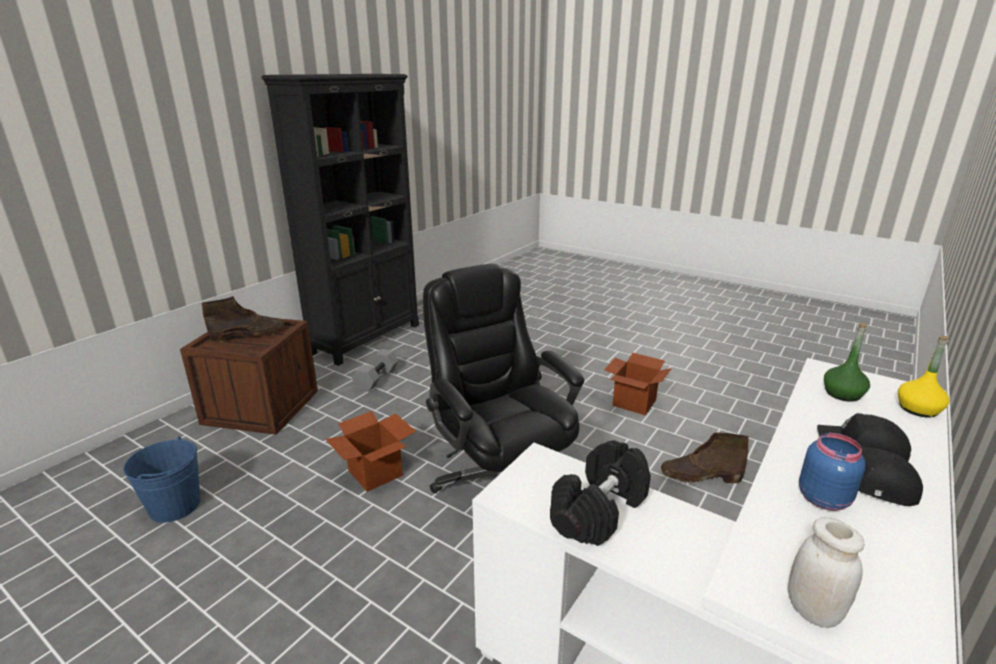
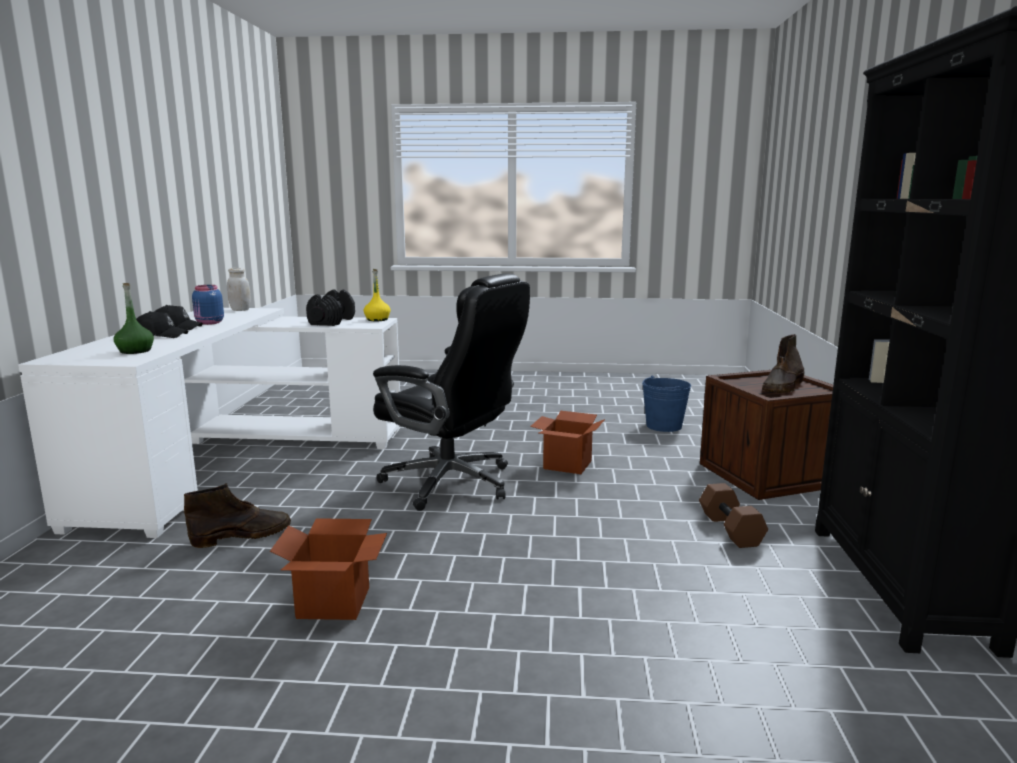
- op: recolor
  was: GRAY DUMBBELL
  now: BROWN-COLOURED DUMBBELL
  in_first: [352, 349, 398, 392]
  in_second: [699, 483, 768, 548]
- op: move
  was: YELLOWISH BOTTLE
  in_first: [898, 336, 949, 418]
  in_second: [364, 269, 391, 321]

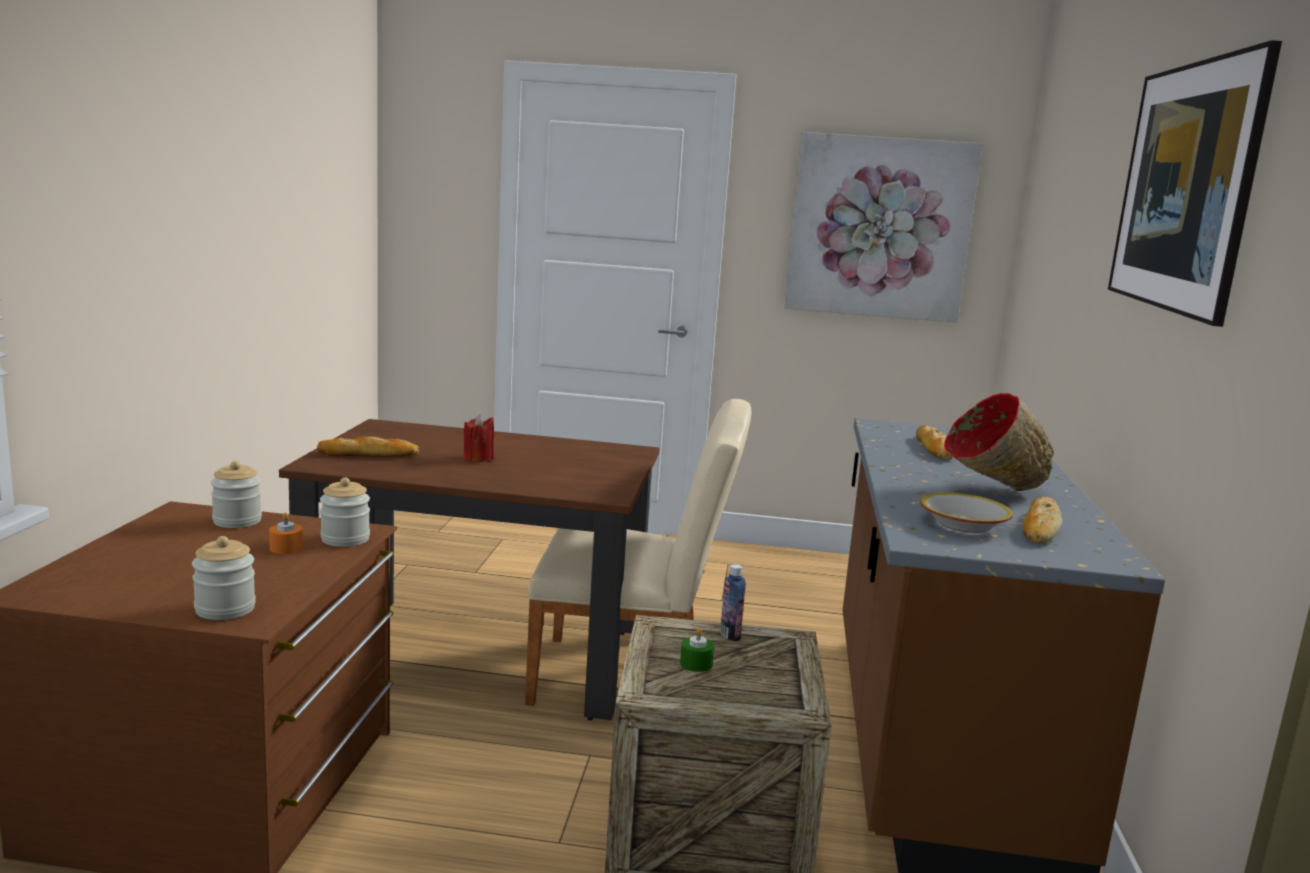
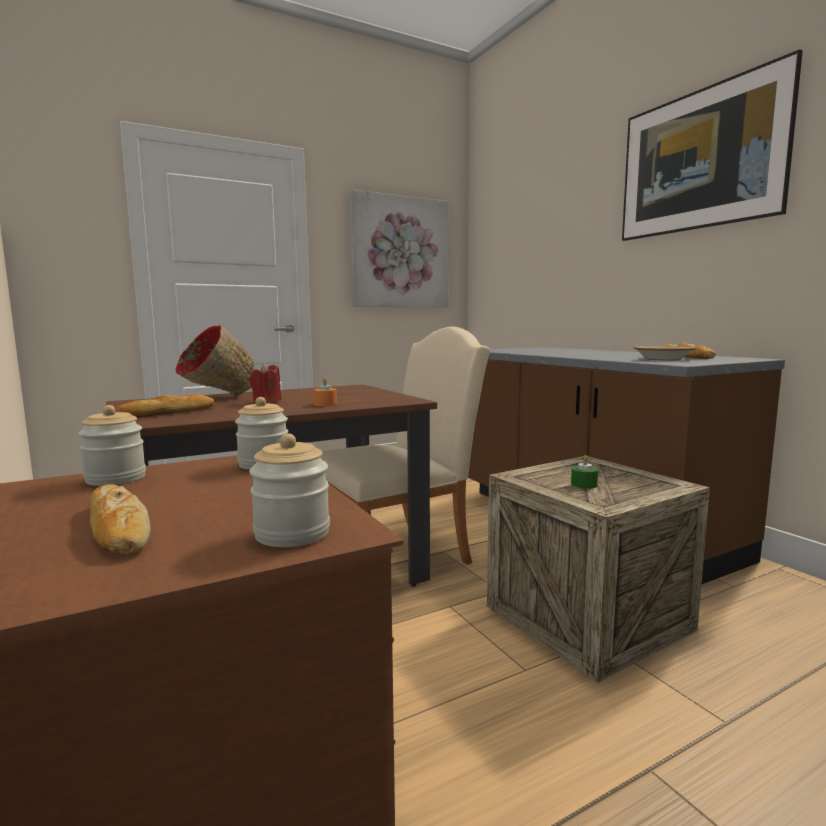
- op: move
  was: ORANGE CANDLE
  in_first: [269, 513, 303, 554]
  in_second: [314, 377, 337, 406]
- op: delete
  was: BOTTLE
  in_first: [720, 564, 746, 641]
- op: move
  was: BREAD
  in_first: [916, 425, 953, 460]
  in_second: [88, 484, 151, 555]
- op: move
  was: REDDISH SERVING BOWL
  in_first: [944, 393, 1054, 491]
  in_second: [175, 325, 254, 396]

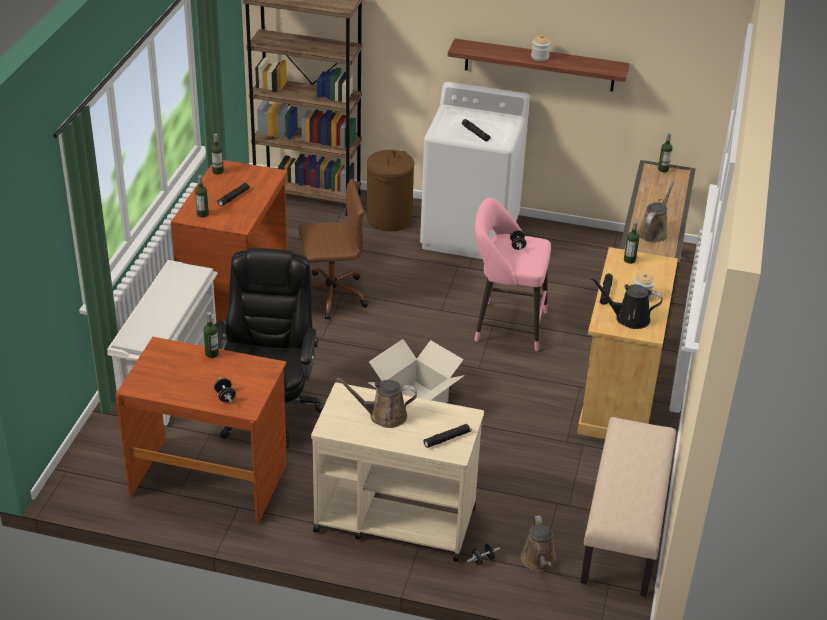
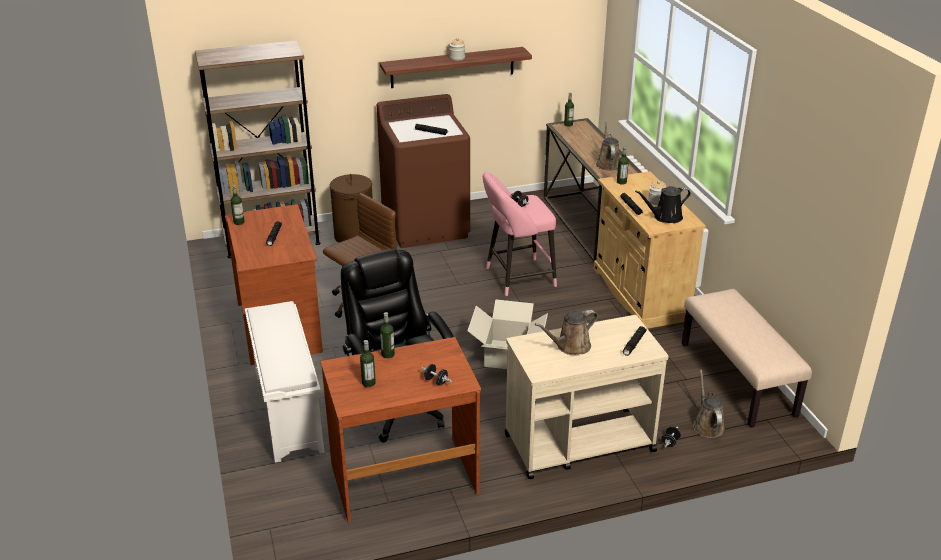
- op: move
  was: BOTTLE
  in_first: [195, 175, 209, 217]
  in_second: [360, 340, 376, 387]
- op: recolor
  was: WHITISH WASHING MACHINE
  now: BROWN-COLOURED WASHING MACHINE
  in_first: [420, 82, 530, 259]
  in_second: [377, 94, 470, 248]
- op: rotate
  was: BROWN-COLOURED WATERING POT
  in_first: [521, 515, 556, 571]
  in_second: [693, 370, 724, 438]
  clockwise: -150

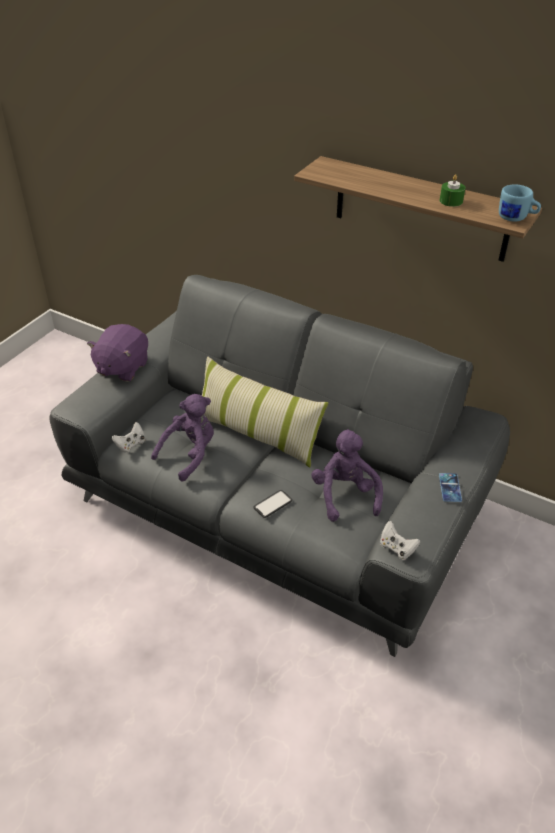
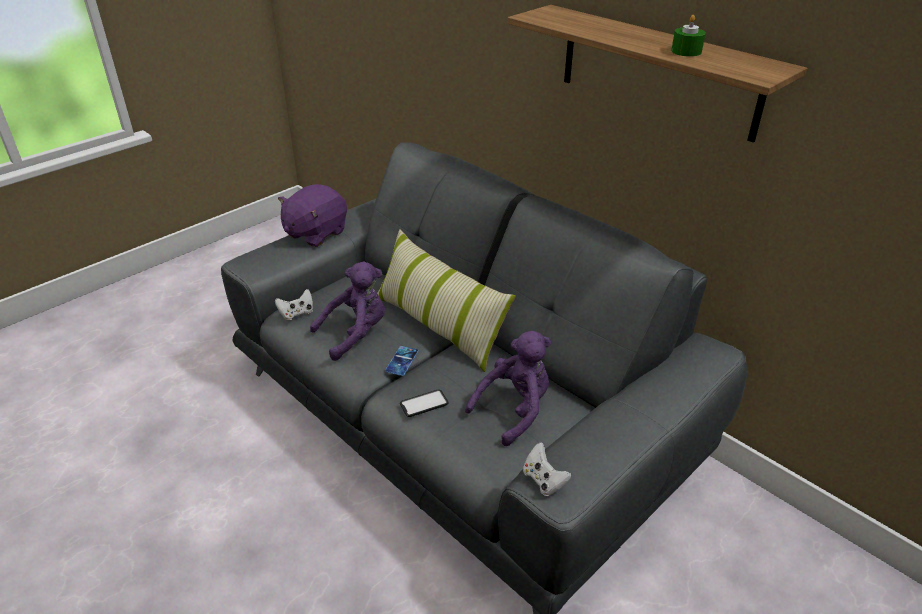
- op: rotate
  was: PURPLE PLUSH TOY
  in_first: [311, 429, 383, 522]
  in_second: [465, 331, 551, 446]
  clockwise: 45
- op: move
  was: PHONE
  in_first: [439, 473, 462, 502]
  in_second: [385, 346, 418, 376]
- op: delete
  was: BLUE-COLOURED COFFEE MUG
  in_first: [499, 184, 541, 222]

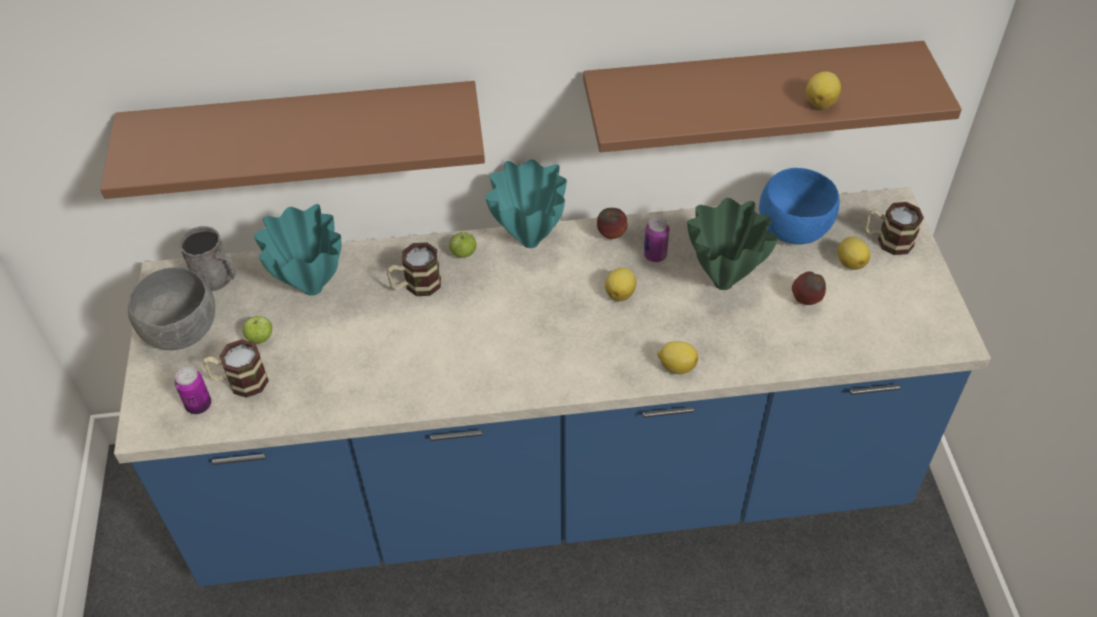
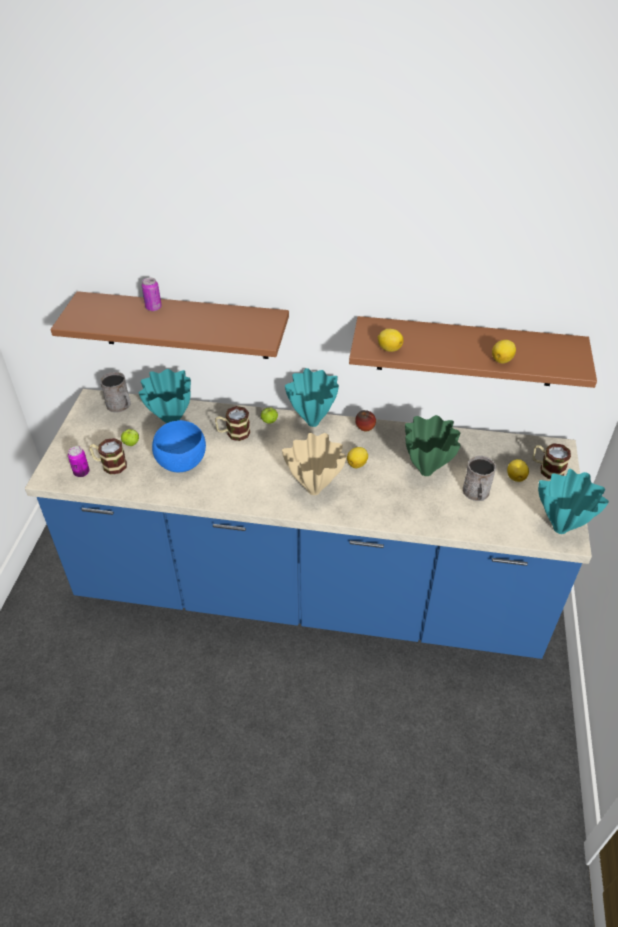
- op: delete
  was: GRAY SERVING BOWL
  in_first: [128, 267, 215, 350]
- op: move
  was: CAN
  in_first: [644, 218, 669, 262]
  in_second: [142, 278, 162, 311]
- op: move
  was: WHOLE LEMON
  in_first: [657, 341, 698, 374]
  in_second: [378, 329, 403, 352]
- op: move
  was: BLUE-COLOURED SERVING BOWL
  in_first: [759, 168, 840, 245]
  in_second: [152, 420, 206, 472]
- op: replace
  was: WHOLE APPLE
  now: GRAY COFFEE MUG
  in_first: [792, 271, 826, 305]
  in_second: [462, 456, 496, 501]
- op: insert
  now: BEIGE-COLOURED VASE
  in_second: [282, 433, 347, 495]
- op: insert
  now: TURQUOISE VASE
  in_second: [538, 469, 609, 534]

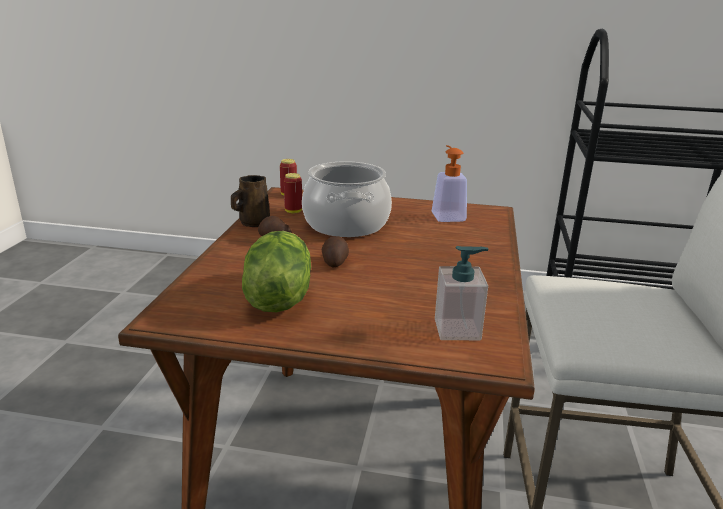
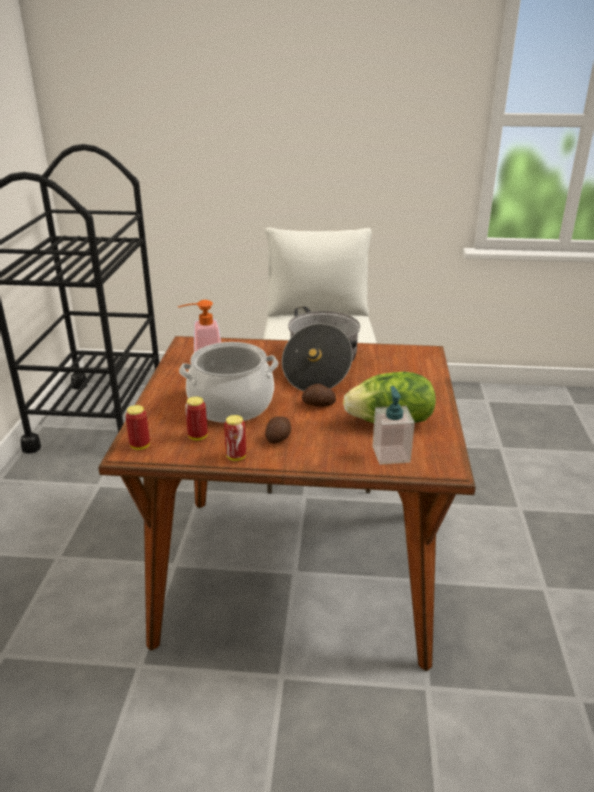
- op: replace
  was: BROWN-COLOURED COFFEE MUG
  now: CAN
  in_first: [231, 175, 270, 227]
  in_second: [224, 415, 246, 461]
- op: move
  was: SOAP DISPENSER
  in_first: [435, 246, 489, 340]
  in_second: [373, 386, 415, 465]
- op: insert
  now: STOCKPOT
  in_second: [282, 306, 360, 391]

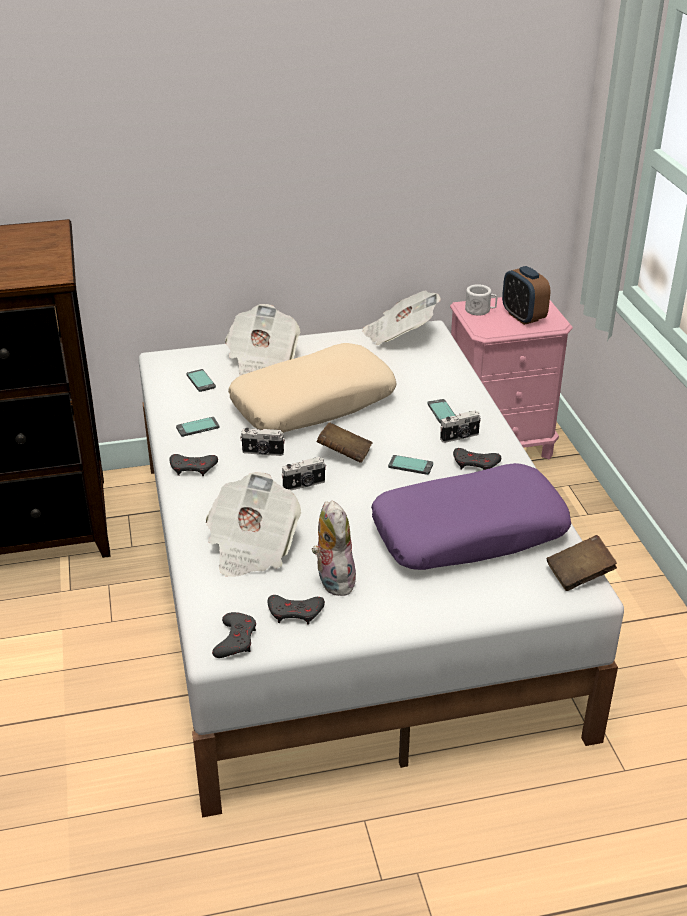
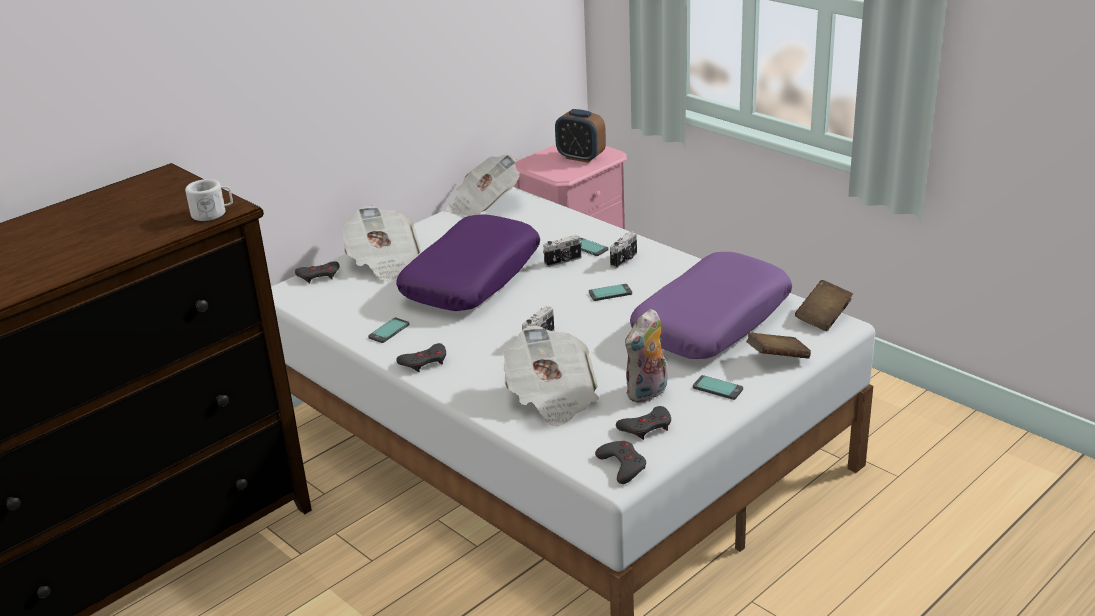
- op: move
  was: PHONE
  in_first: [186, 369, 216, 392]
  in_second: [693, 375, 743, 400]
- op: recolor
  was: BEIGE-COLOURED CUSHION
  now: PURPLE CUSHION
  in_first: [228, 343, 396, 433]
  in_second: [396, 214, 540, 311]
- op: move
  was: PHOTO CAMERA
  in_first: [240, 428, 285, 456]
  in_second: [543, 235, 582, 267]
- op: rotate
  was: PLUSH TOY
  in_first: [312, 500, 358, 596]
  in_second: [625, 309, 667, 403]
  clockwise: -90
- op: move
  was: BROWN-COLOURED BOOK
  in_first: [316, 422, 372, 463]
  in_second: [746, 332, 811, 359]
- op: move
  was: GRAY GAMEPAD
  in_first: [453, 448, 501, 470]
  in_second: [295, 262, 339, 283]
- op: move
  was: WHITISH COFFEE MUG
  in_first: [465, 284, 497, 316]
  in_second: [185, 179, 233, 221]

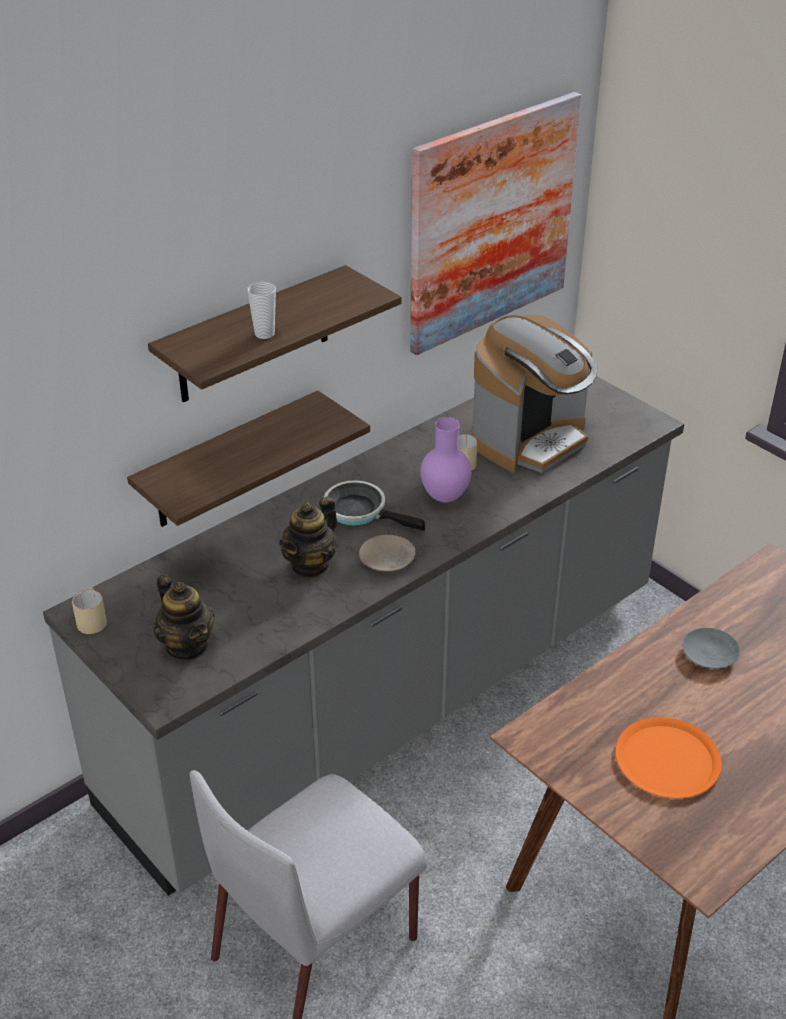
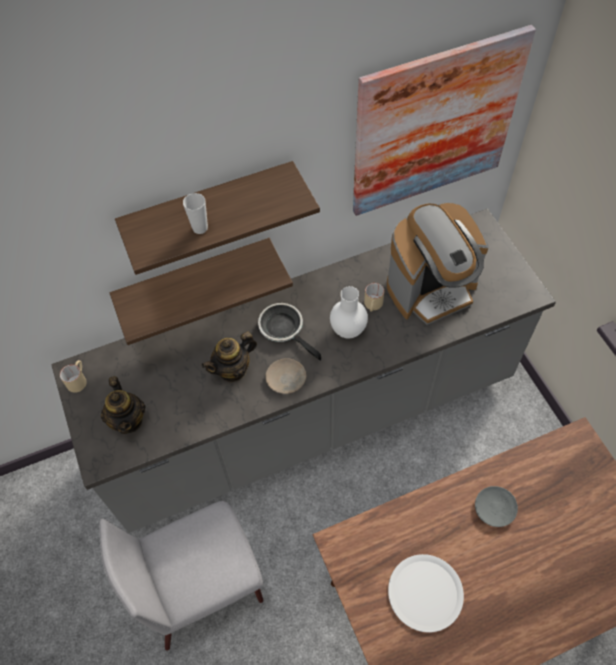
- op: recolor
  was: PURPLE VASE
  now: WHITISH VASE
  in_first: [420, 417, 472, 502]
  in_second: [330, 286, 368, 339]
- op: recolor
  was: ORANGE DINNER PLATE
  now: WHITISH DINNER PLATE
  in_first: [615, 717, 722, 799]
  in_second: [388, 554, 464, 632]

